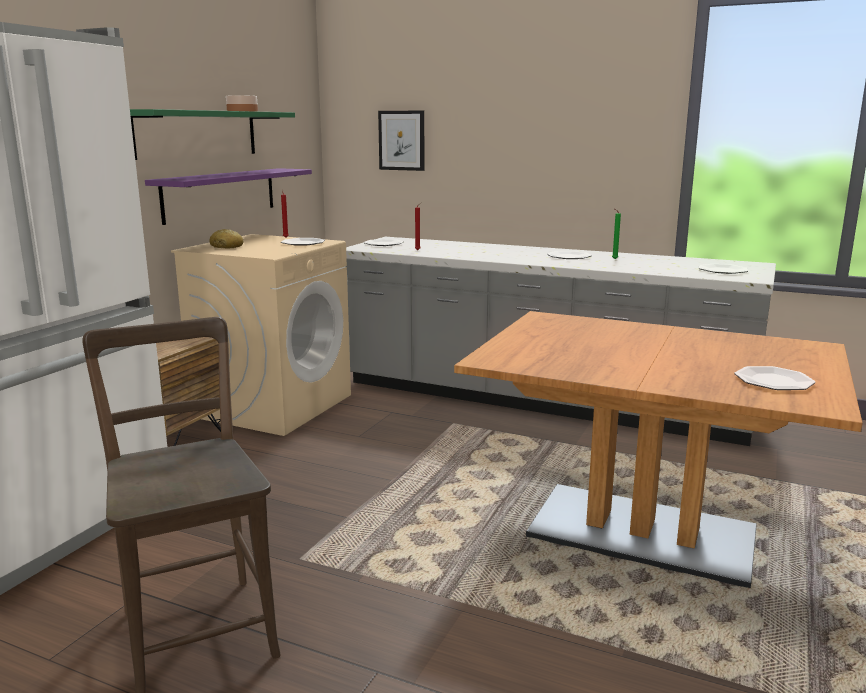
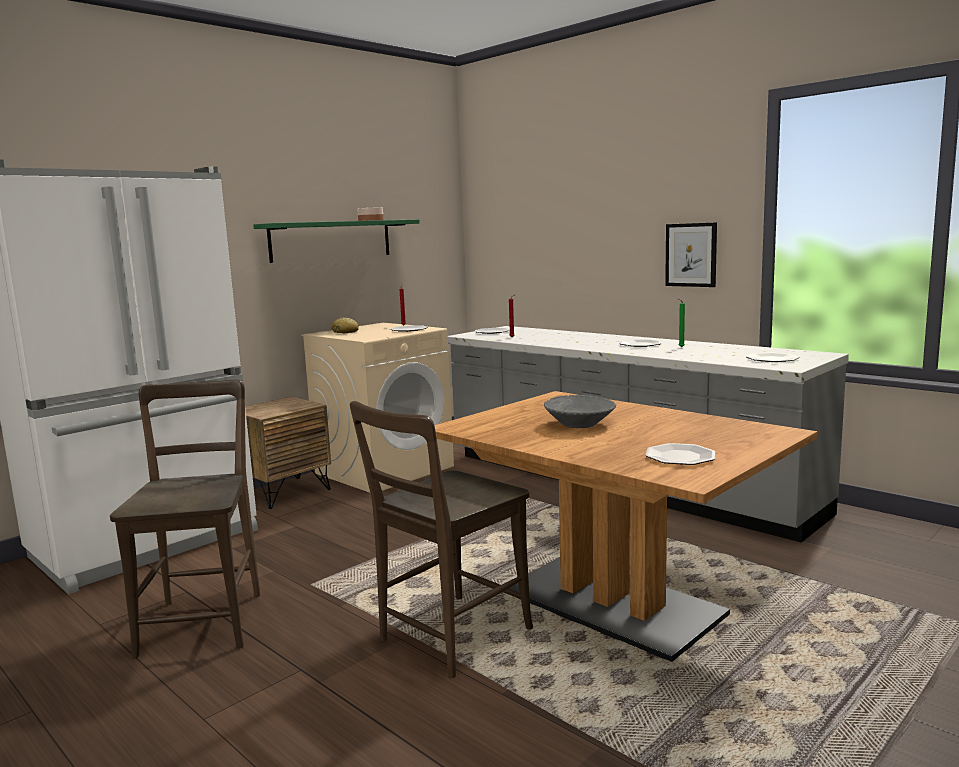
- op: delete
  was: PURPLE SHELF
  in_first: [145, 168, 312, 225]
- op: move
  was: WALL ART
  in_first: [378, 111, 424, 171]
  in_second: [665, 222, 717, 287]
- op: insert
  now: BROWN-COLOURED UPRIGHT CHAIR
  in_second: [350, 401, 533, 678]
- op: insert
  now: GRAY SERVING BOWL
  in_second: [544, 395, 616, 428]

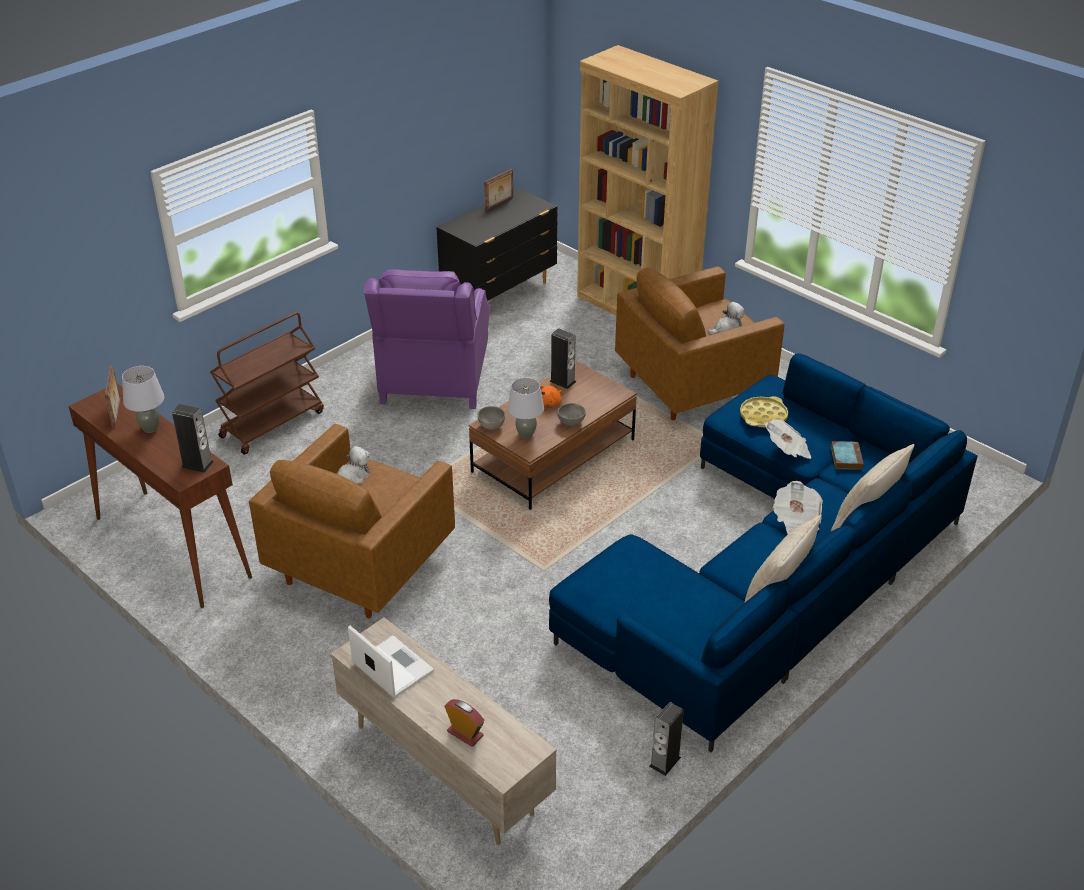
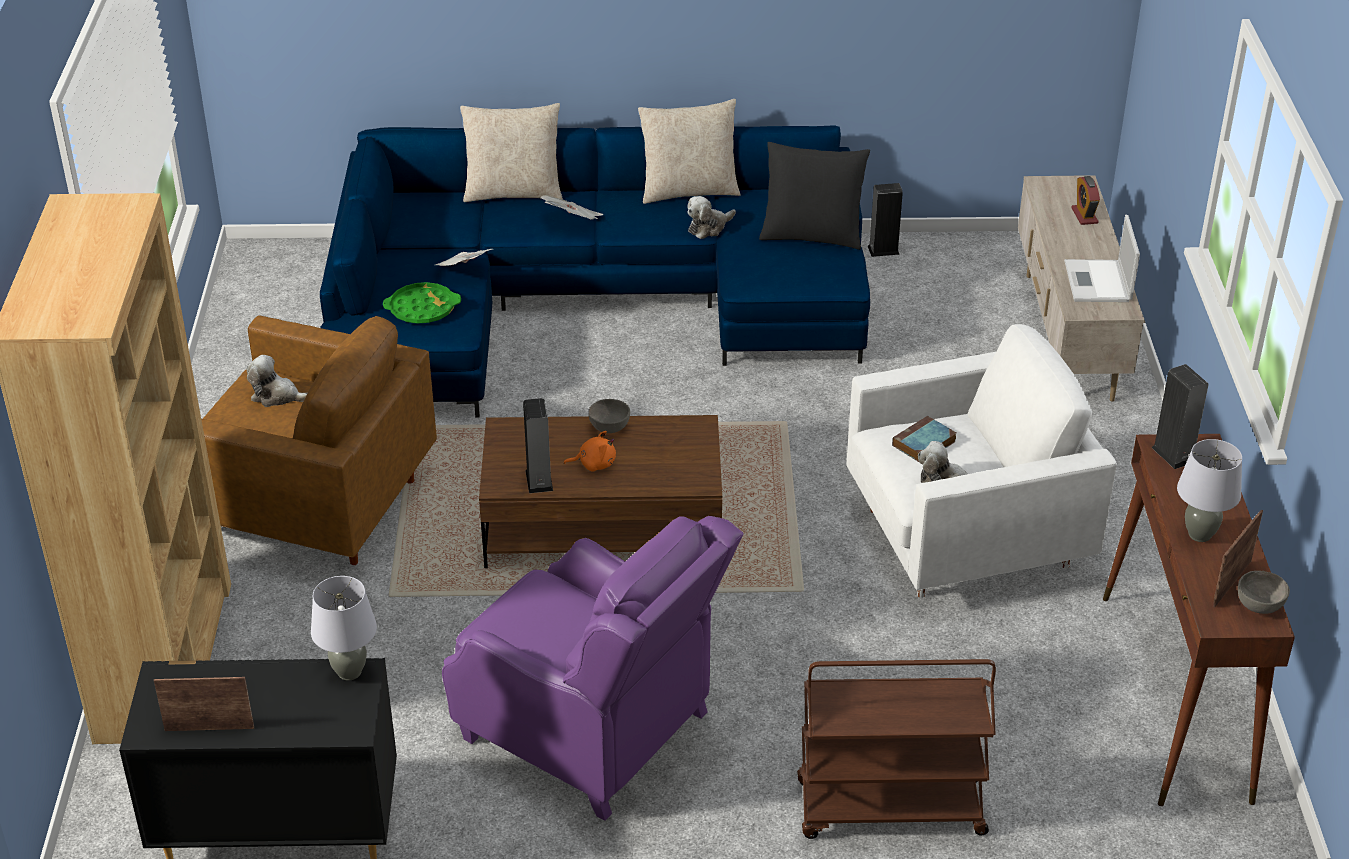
- op: recolor
  was: BROWN-COLOURED LOUNGE CHAIR
  now: WHITISH LOUNGE CHAIR
  in_first: [249, 424, 455, 618]
  in_second: [847, 324, 1117, 598]
- op: rotate
  was: PURPLE LOUNGE CHAIR
  in_first: [363, 269, 490, 409]
  in_second: [442, 516, 744, 821]
  clockwise: 75
- op: move
  was: GRAY SERVING BOWL
  in_first: [477, 406, 505, 430]
  in_second: [1238, 571, 1290, 614]
- op: move
  was: GRAY LAMP FOR A TABLE
  in_first: [508, 378, 544, 439]
  in_second: [311, 576, 377, 680]
- op: recolor
  was: YELLOWISH CARRYING TRAY
  now: GREEN CARRYING TRAY
  in_first: [740, 396, 788, 428]
  in_second: [383, 282, 461, 324]
- op: move
  was: BOOK
  in_first: [831, 441, 864, 470]
  in_second: [892, 416, 956, 463]
- op: insert
  now: PLUSH TOY
  in_second: [687, 196, 736, 239]
- op: insert
  now: BLACK-COLOURED CUSHION
  in_second: [759, 142, 870, 250]

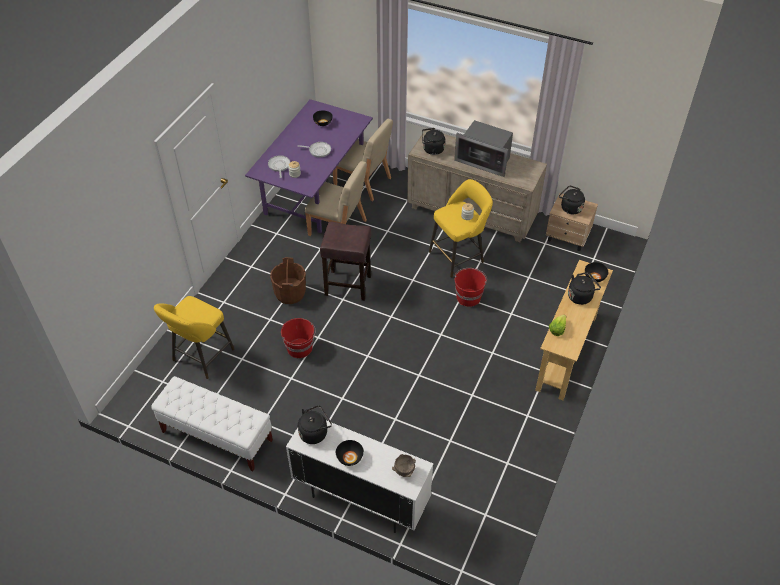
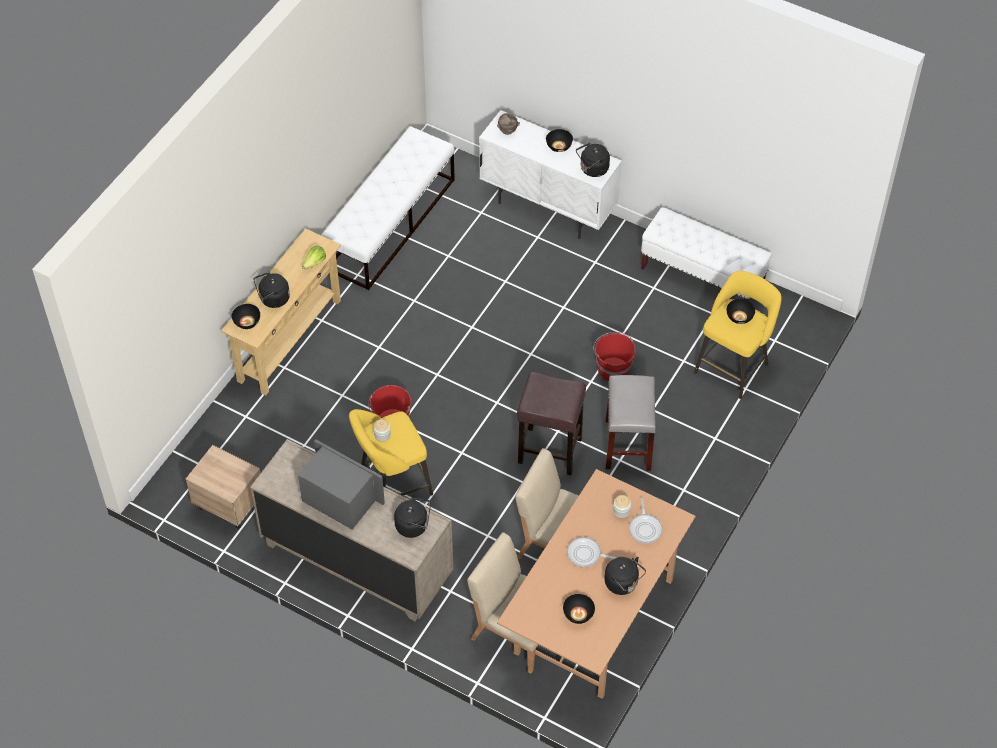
- op: recolor
  was: PURPLE DINNER TABLE
  now: BROWN-COLOURED DINNER TABLE
  in_first: [245, 99, 373, 233]
  in_second: [497, 469, 696, 699]
- op: replace
  was: BROWN-COLOURED BUCKET
  now: GRAY SITTING STOOL
  in_first: [270, 257, 306, 304]
  in_second: [606, 375, 656, 471]
- op: move
  was: BLACK-COLOURED KETTLE
  in_first: [559, 185, 585, 214]
  in_second: [605, 557, 646, 595]
- op: insert
  now: WHITISH INDOOR BENCH
  in_second: [321, 126, 455, 290]
- op: insert
  now: BLACK-COLOURED SERVING BOWL
  in_second: [726, 299, 755, 324]

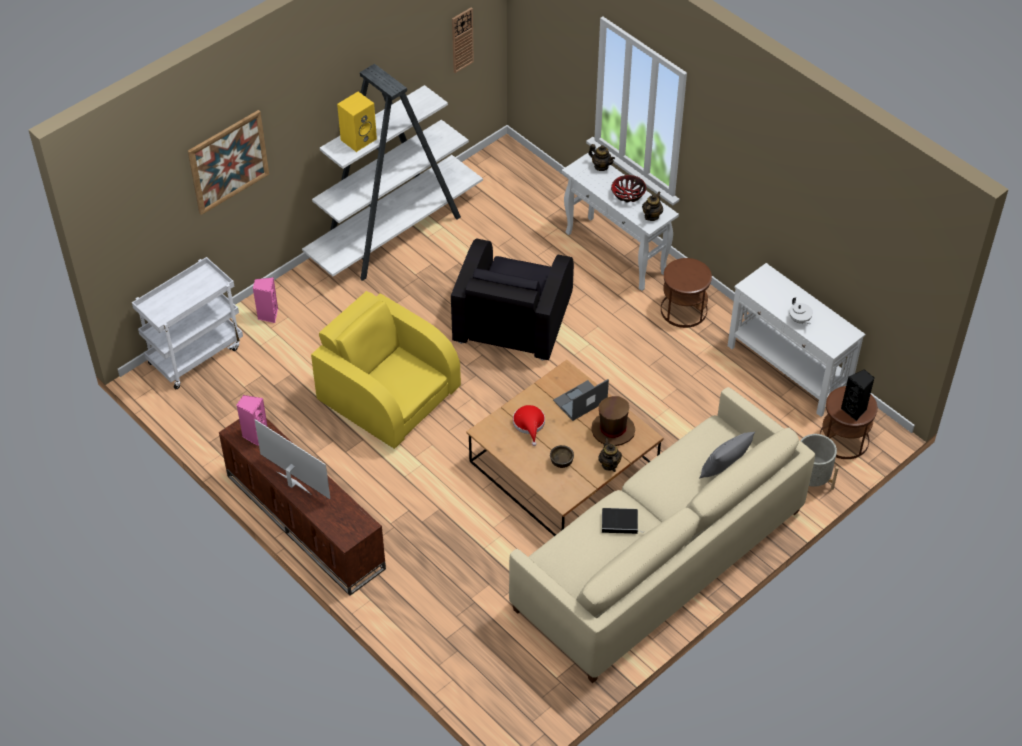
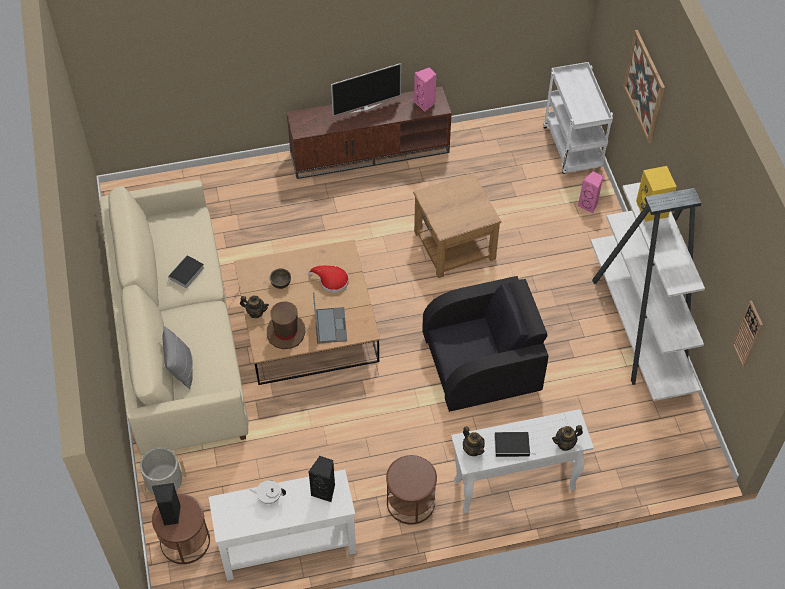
- op: replace
  was: YELLOWISH LOUNGE CHAIR
  now: BROWN-COLOURED ACCENT TABLE
  in_first: [311, 291, 461, 449]
  in_second: [413, 173, 501, 278]
- op: rotate
  was: BLACK-COLOURED LOUNGE CHAIR
  in_first: [451, 238, 574, 361]
  in_second: [422, 276, 548, 412]
  clockwise: 120
- op: replace
  was: SERVING BOWL
  now: BOOK
  in_first: [611, 175, 646, 202]
  in_second: [494, 432, 533, 457]
- op: insert
  now: BLACK-COLOURED AUDIO SPEAKER
  in_second: [309, 456, 335, 502]

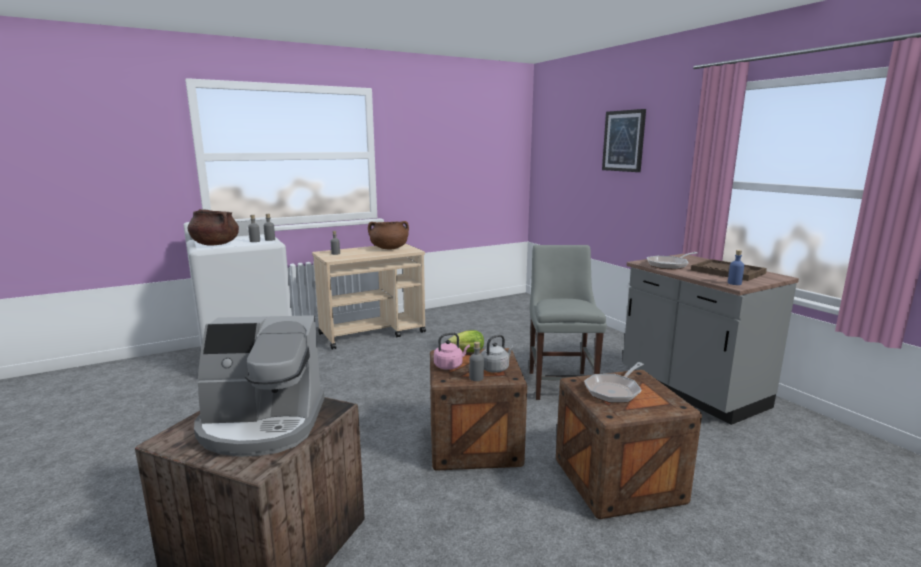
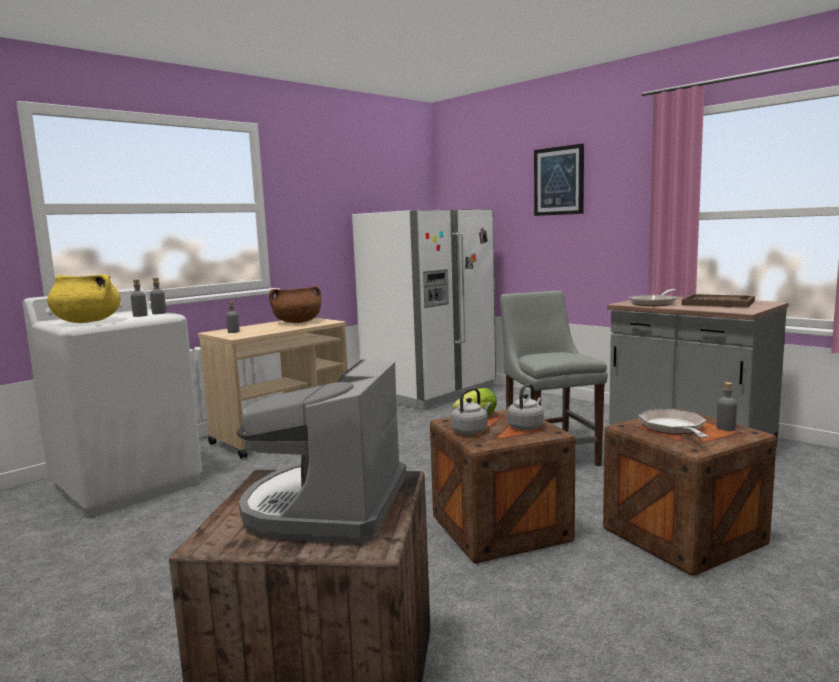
- op: recolor
  was: BROWN-COLOURED STOCKPOT
  now: YELLOWISH STOCKPOT
  in_first: [188, 209, 239, 246]
  in_second: [47, 274, 121, 323]
- op: rotate
  was: COFFEE MAKER
  in_first: [194, 315, 325, 457]
  in_second: [237, 359, 407, 544]
  clockwise: 120
- op: recolor
  was: PINK-COLOURED KETTLE
  now: GRAY KETTLE
  in_first: [434, 332, 470, 370]
  in_second: [451, 388, 491, 434]
- op: move
  was: GRAY BOTTLE
  in_first: [469, 342, 484, 381]
  in_second: [716, 382, 737, 431]
- op: rotate
  was: SKILLET
  in_first: [584, 362, 644, 403]
  in_second: [639, 409, 709, 438]
  clockwise: 150
- op: delete
  was: BLUE-COLOURED BOTTLE
  in_first: [728, 250, 744, 285]
- op: insert
  now: WHITISH KITCHEN FRIDGE
  in_second: [352, 209, 496, 409]

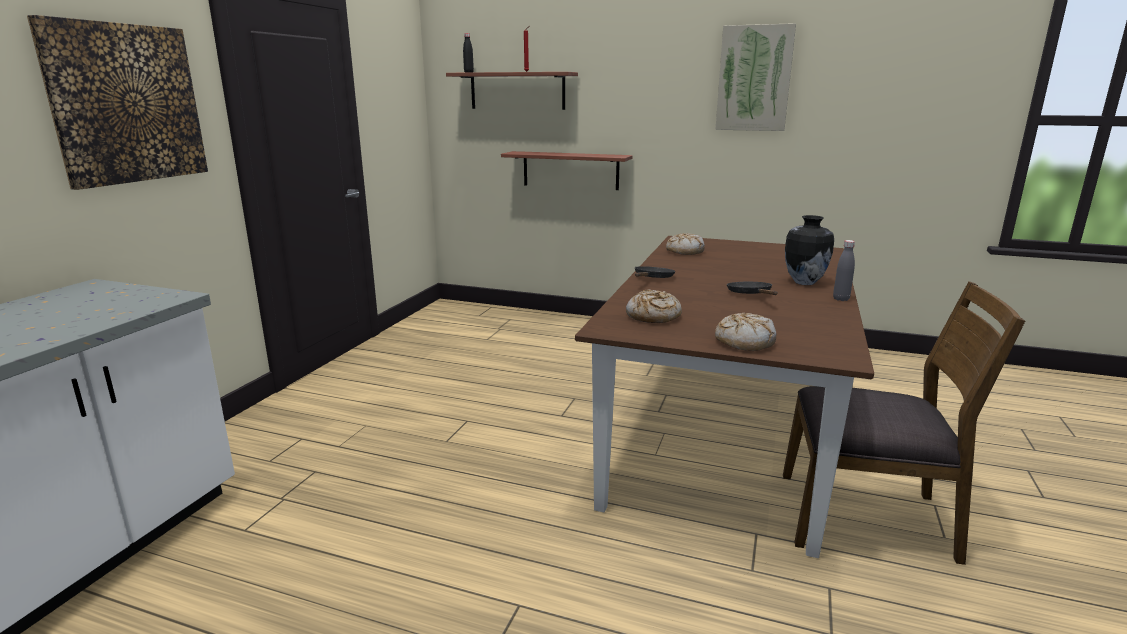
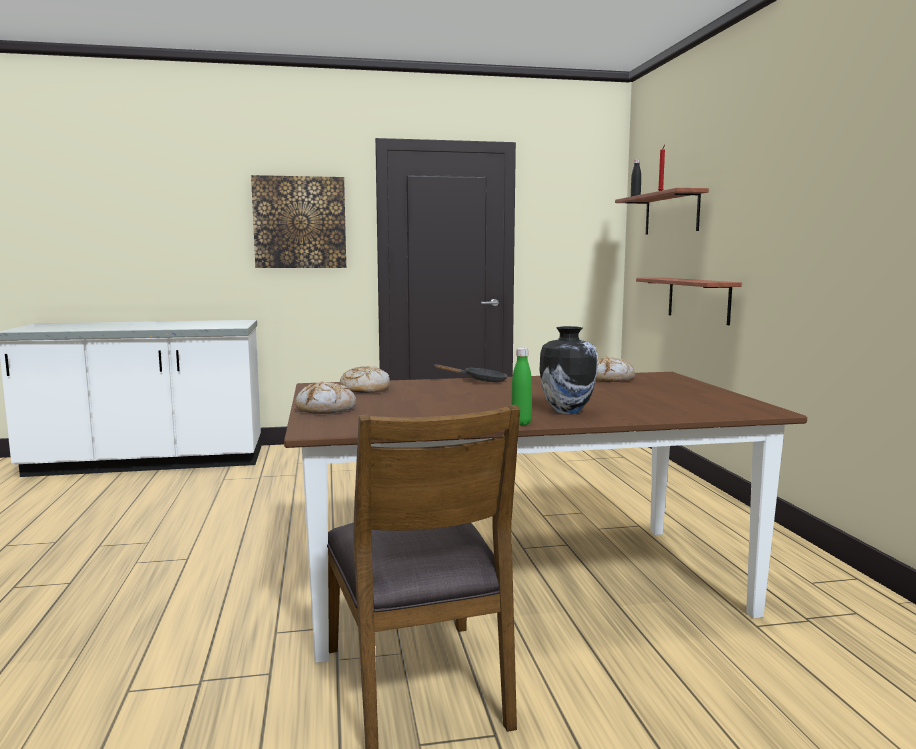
- op: delete
  was: WALL ART
  in_first: [715, 23, 796, 131]
- op: delete
  was: BLACK-COLOURED SKILLET
  in_first: [727, 282, 778, 295]
- op: recolor
  was: GRAY BOTTLE
  now: GREEN BOTTLE
  in_first: [833, 240, 855, 301]
  in_second: [511, 348, 532, 425]

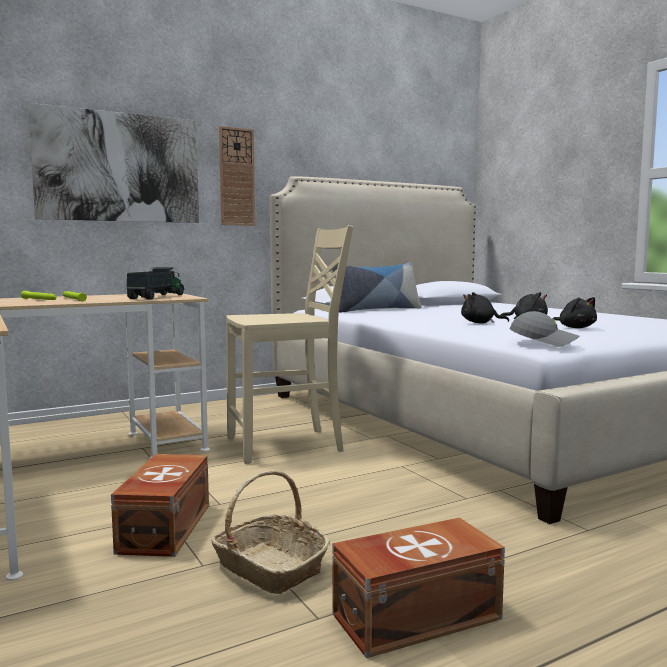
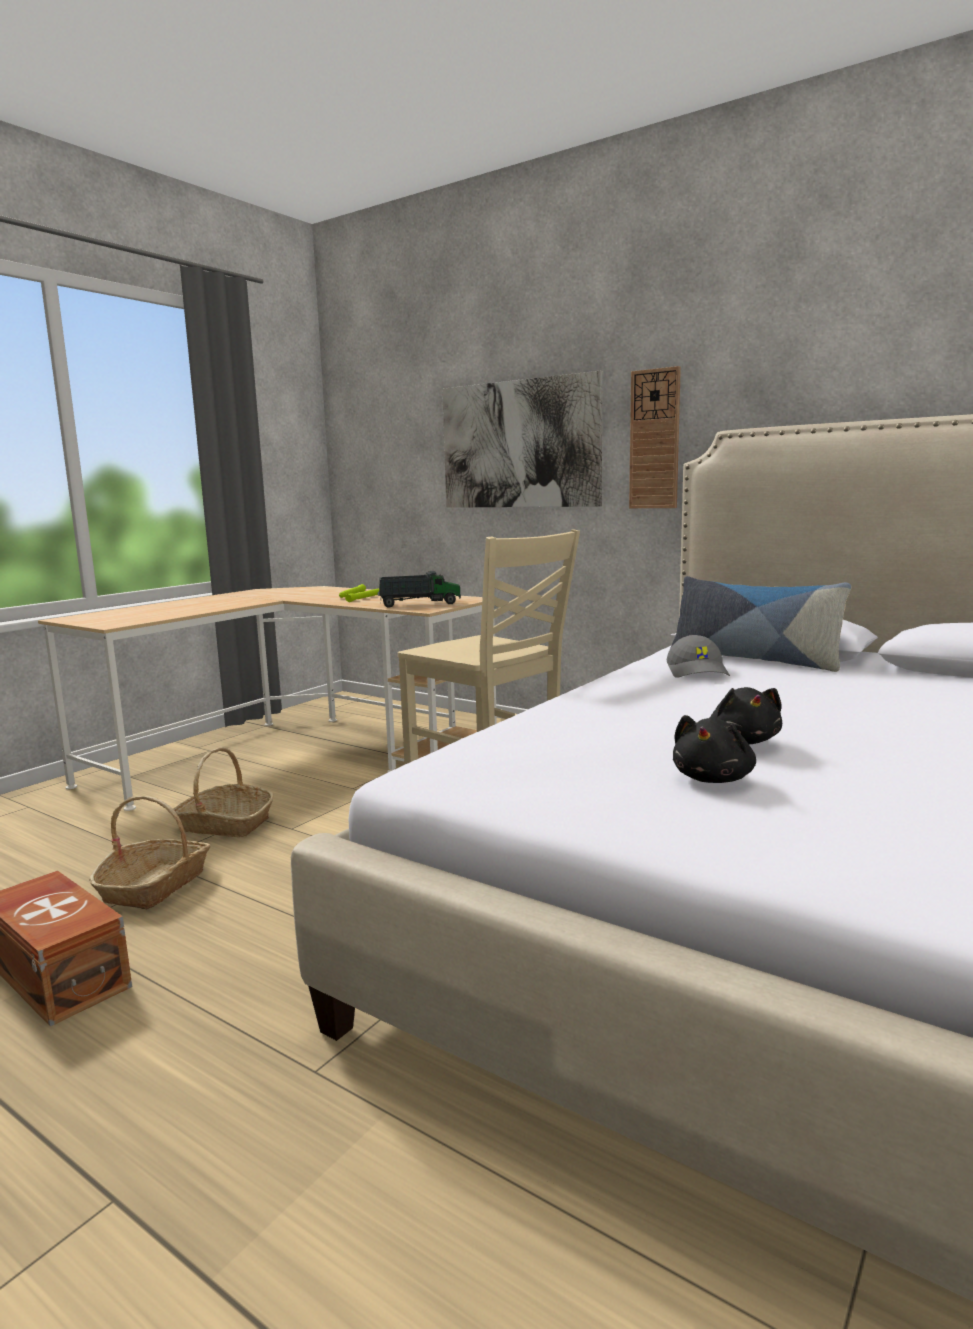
- op: replace
  was: BROWN-COLOURED STORAGE CONTAINER
  now: STORAGE BASKET
  in_first: [111, 454, 209, 557]
  in_second: [173, 748, 274, 837]
- op: delete
  was: BLACK-COLOURED PLUSH TOY
  in_first: [461, 292, 509, 323]
- op: move
  was: GRAY PEAKED CAP
  in_first: [510, 311, 579, 347]
  in_second: [666, 635, 730, 677]

